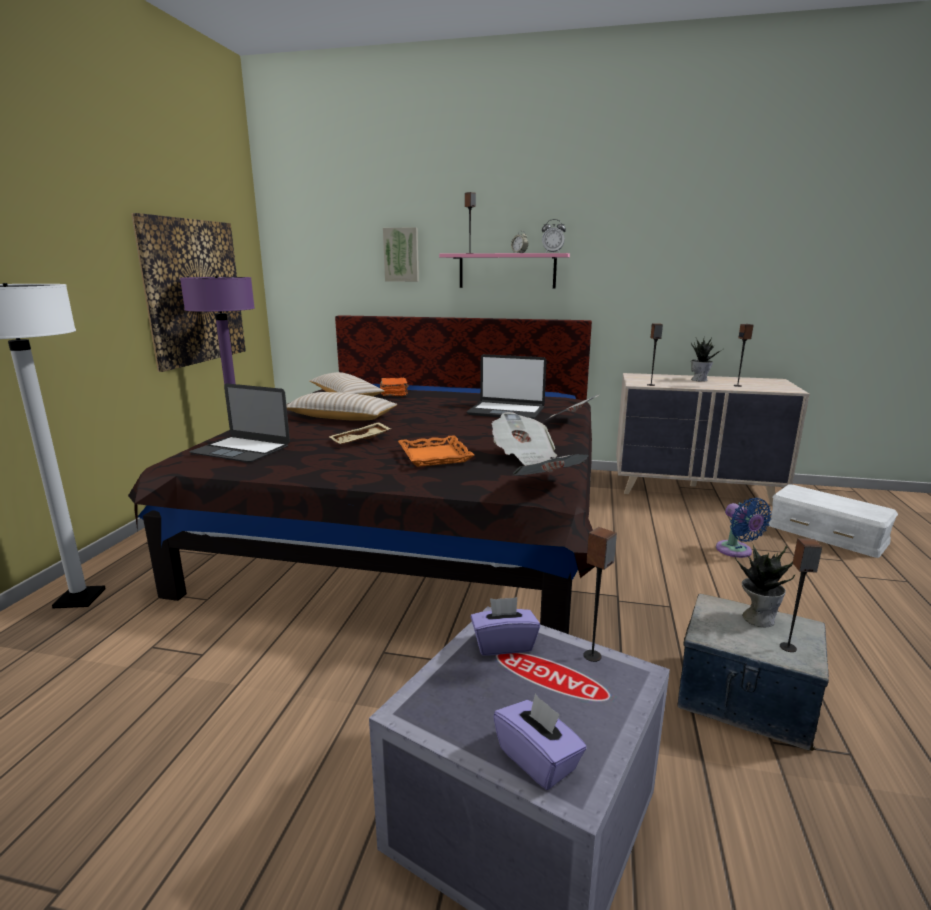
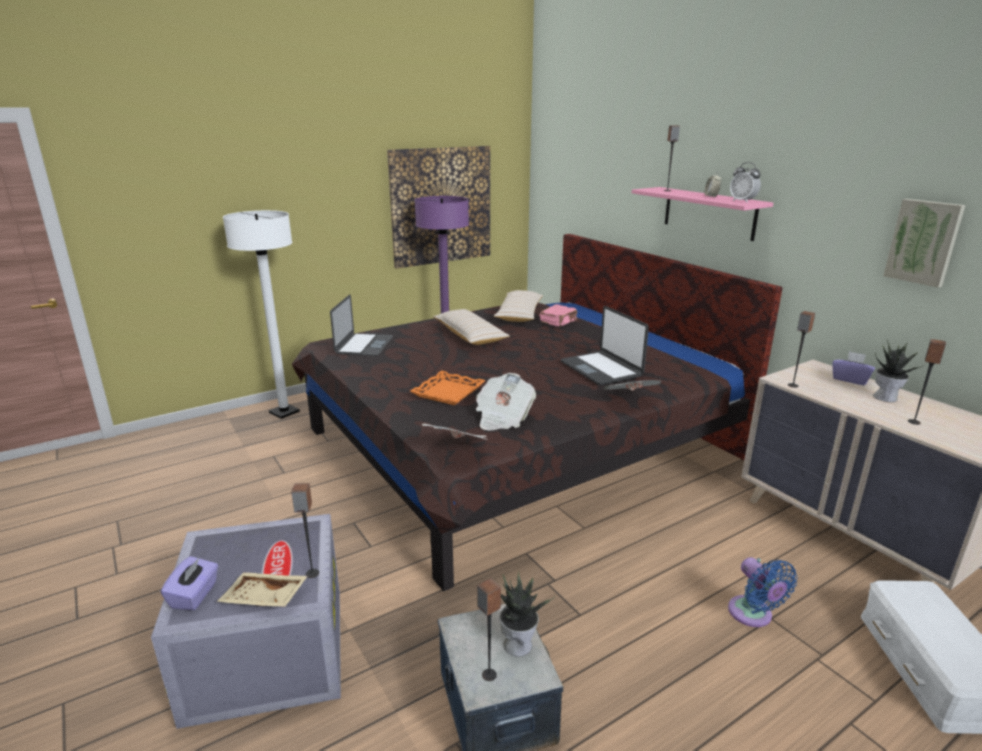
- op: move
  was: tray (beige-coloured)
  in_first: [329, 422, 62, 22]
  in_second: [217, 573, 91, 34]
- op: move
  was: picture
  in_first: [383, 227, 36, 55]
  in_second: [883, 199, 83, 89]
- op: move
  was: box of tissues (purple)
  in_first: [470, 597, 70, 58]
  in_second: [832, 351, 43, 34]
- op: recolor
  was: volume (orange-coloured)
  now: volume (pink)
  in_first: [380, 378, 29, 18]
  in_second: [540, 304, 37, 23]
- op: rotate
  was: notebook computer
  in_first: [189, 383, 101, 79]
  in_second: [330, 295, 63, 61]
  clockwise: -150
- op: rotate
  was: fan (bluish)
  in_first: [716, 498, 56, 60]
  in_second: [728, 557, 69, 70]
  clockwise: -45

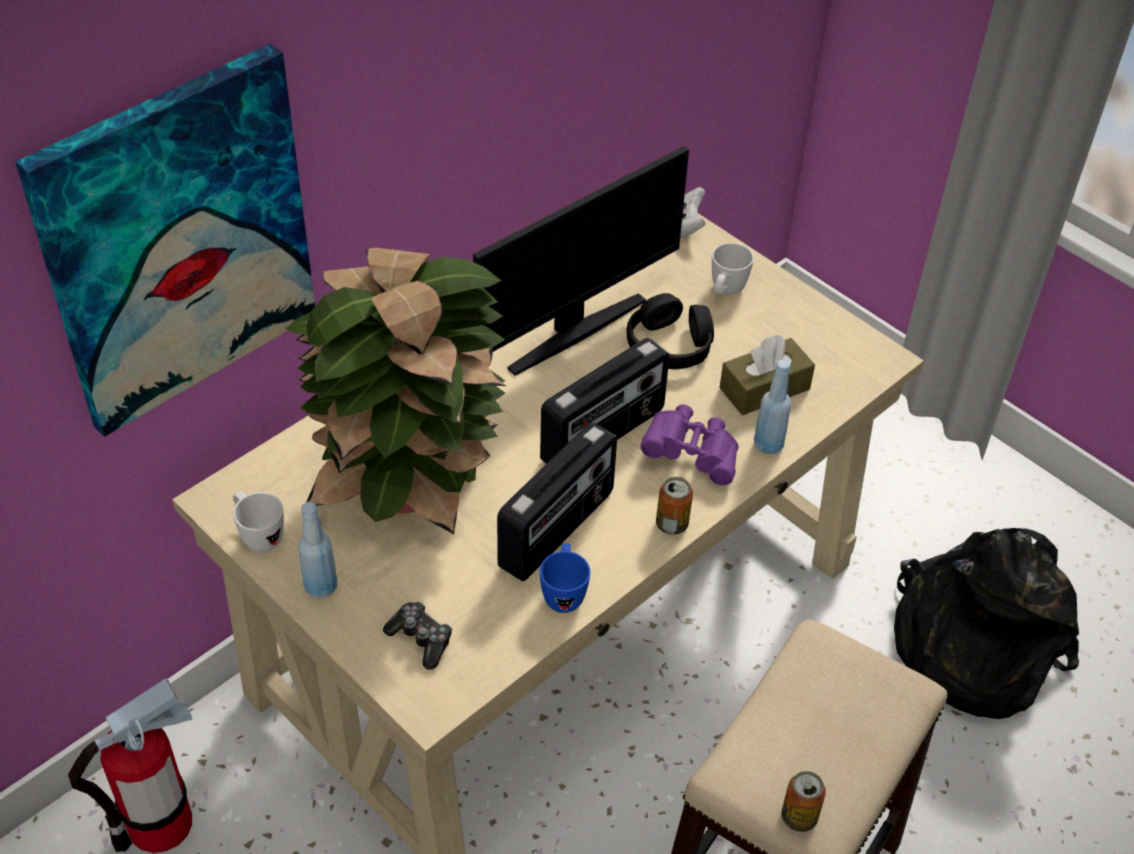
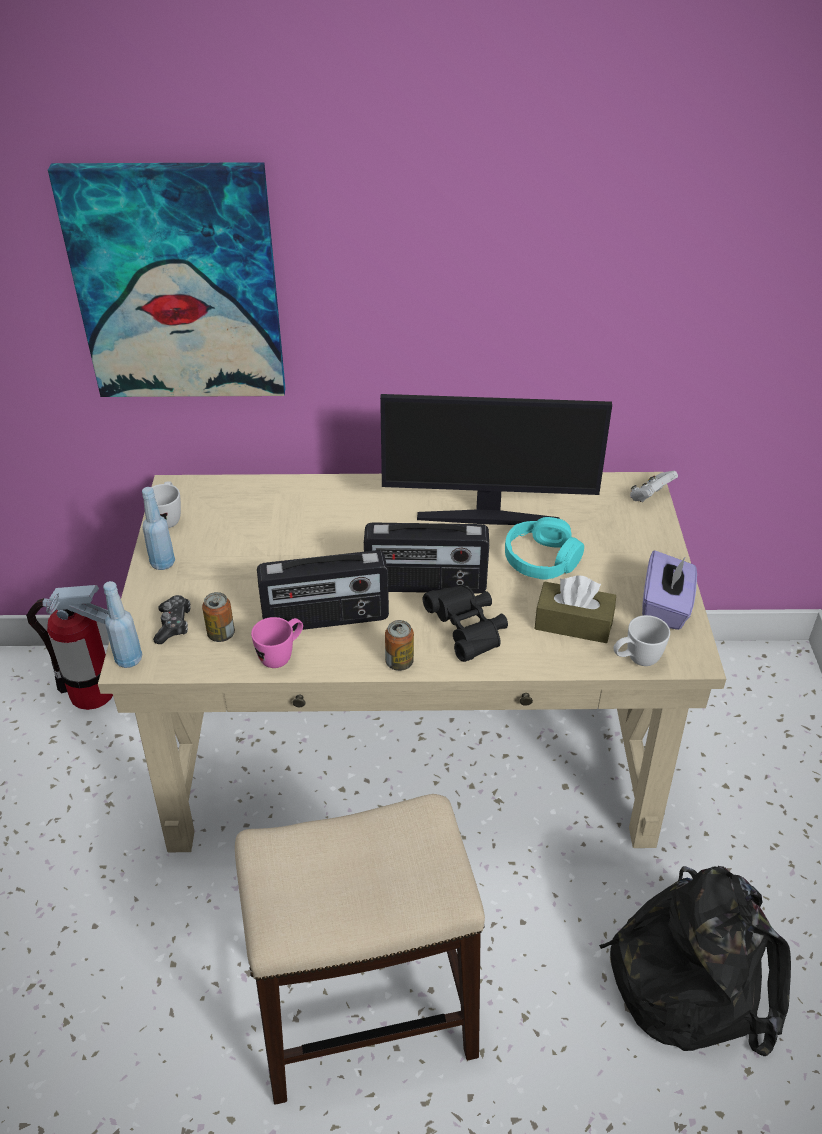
- op: delete
  was: potted plant
  in_first: [285, 247, 221, 287]
- op: insert
  now: box of tissues (purple)
  in_second: [642, 550, 55, 80]
- op: move
  was: tea mug (whitish)
  in_first: [712, 243, 42, 52]
  in_second: [613, 615, 57, 51]
- op: move
  was: bottle (bluish)
  in_first: [754, 360, 37, 94]
  in_second: [103, 581, 39, 87]
- op: move
  was: can
  in_first: [782, 771, 44, 61]
  in_second: [202, 592, 33, 50]
- op: recolor
  was: tea mug (bluish)
  now: tea mug (pink)
  in_first: [540, 543, 50, 70]
  in_second: [251, 617, 52, 51]
- op: recolor
  was: headphones (black-coloured)
  now: headphones (turquoise)
  in_first: [627, 293, 87, 76]
  in_second: [505, 517, 79, 63]
- op: recolor
  was: field glasses (purple)
  now: field glasses (black-coloured)
  in_first: [640, 404, 99, 82]
  in_second: [423, 585, 85, 77]

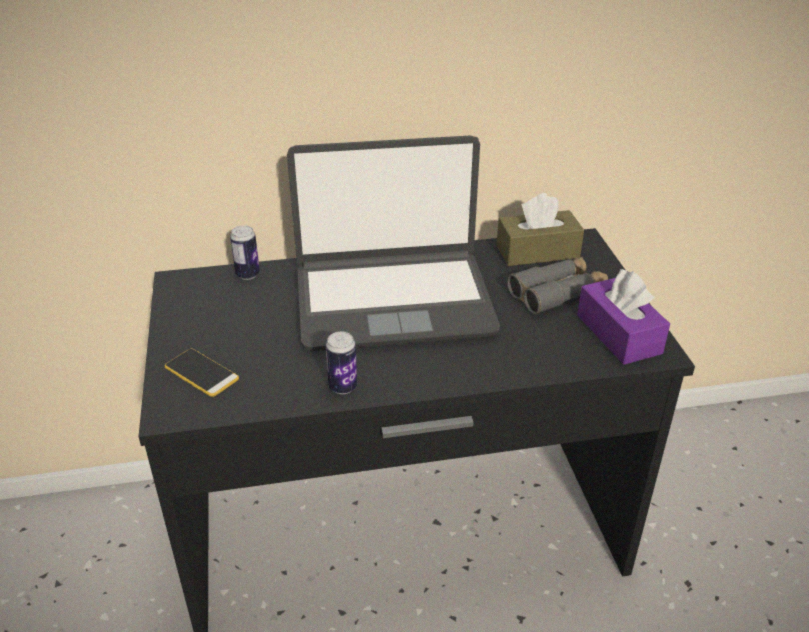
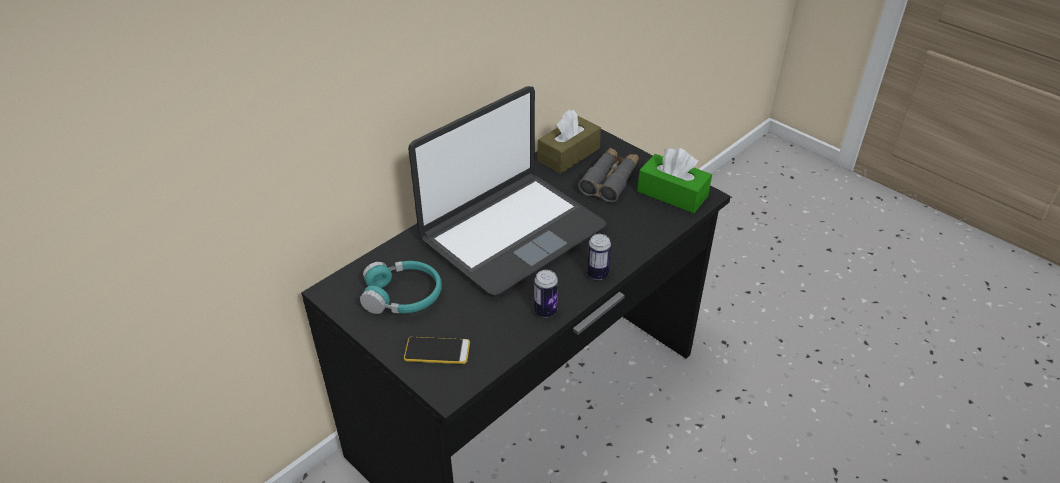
- op: insert
  now: headphones (turquoise)
  in_second: [360, 261, 82, 53]
- op: move
  was: can
  in_first: [230, 225, 30, 55]
  in_second: [587, 234, 24, 46]
- op: recolor
  was: box of tissues (purple)
  now: box of tissues (green)
  in_first: [577, 269, 93, 96]
  in_second: [637, 148, 75, 65]

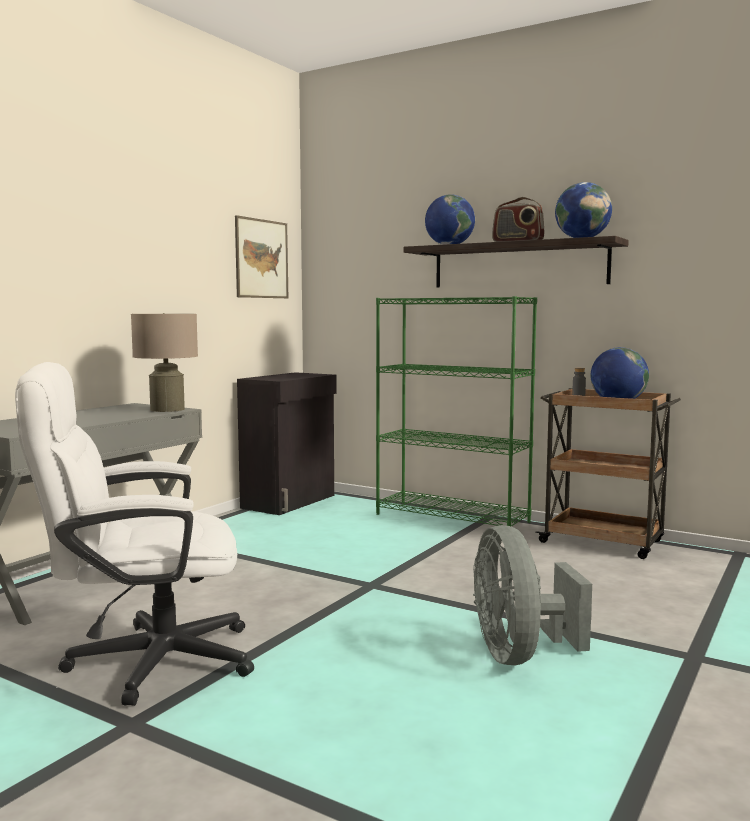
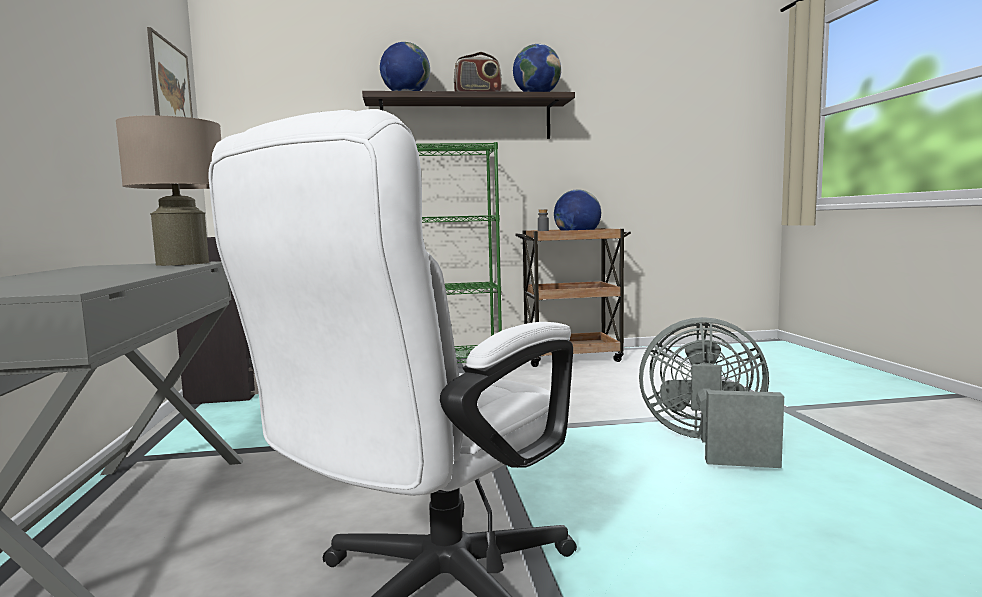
- op: rotate
  was: fan (gray)
  in_first: [473, 525, 119, 140]
  in_second: [639, 317, 145, 151]
  clockwise: 150

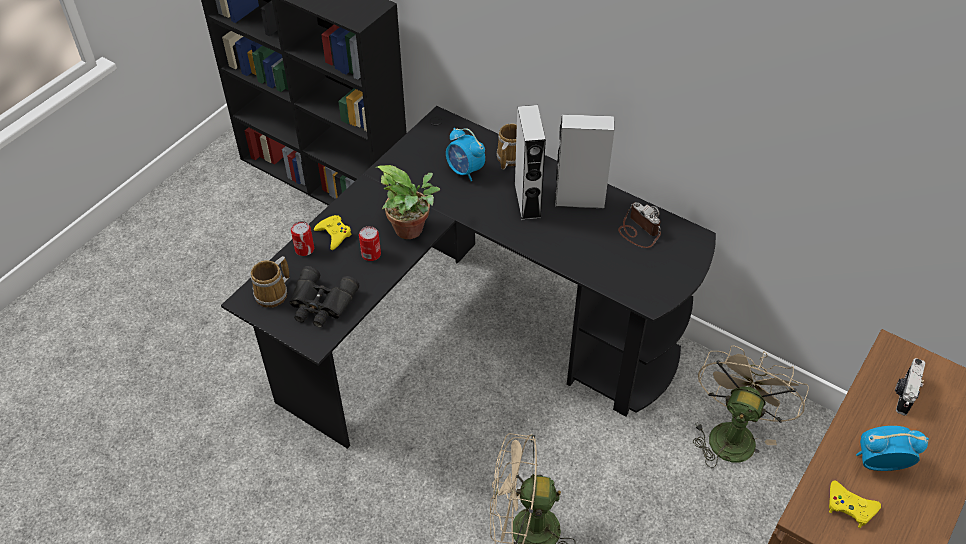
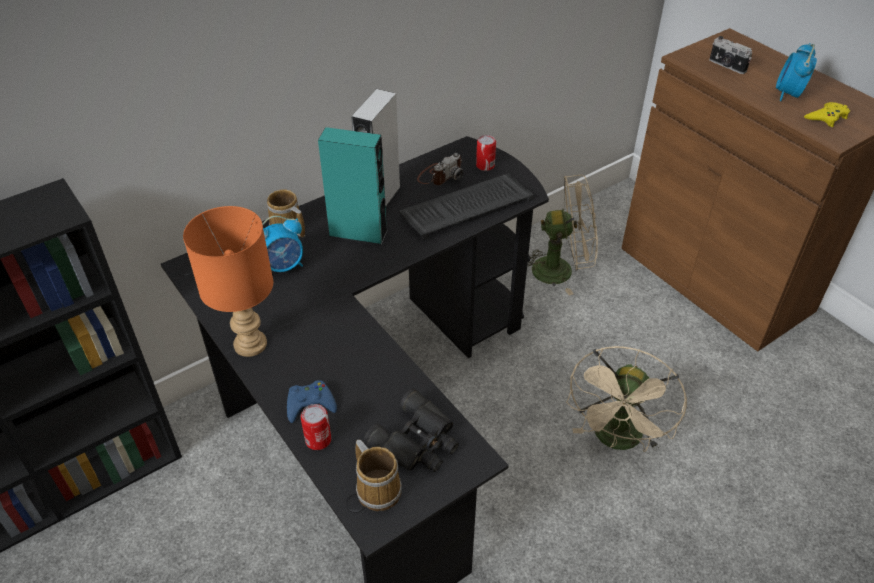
- op: delete
  was: potted plant
  in_first: [376, 165, 64, 74]
- op: insert
  now: lamp for a table (orange-coloured)
  in_second: [183, 206, 90, 151]
- op: insert
  now: PC keyboard
  in_second: [399, 173, 135, 67]
- op: move
  was: can
  in_first: [359, 226, 22, 35]
  in_second: [476, 135, 20, 36]
- op: recolor
  was: gamepad (yellow-coloured)
  now: gamepad (bluish)
  in_first: [314, 215, 38, 35]
  in_second: [287, 380, 50, 43]
- op: recolor
  was: audio speaker (gray)
  now: audio speaker (turquoise)
  in_first: [514, 105, 32, 115]
  in_second: [318, 127, 70, 118]
- op: rotate
  was: photo camera
  in_first: [618, 202, 43, 46]
  in_second: [417, 153, 47, 32]
  clockwise: 150
- op: rotate
  was: fan (beige-coloured)
  in_first: [693, 345, 116, 123]
  in_second: [528, 175, 70, 121]
  clockwise: 135

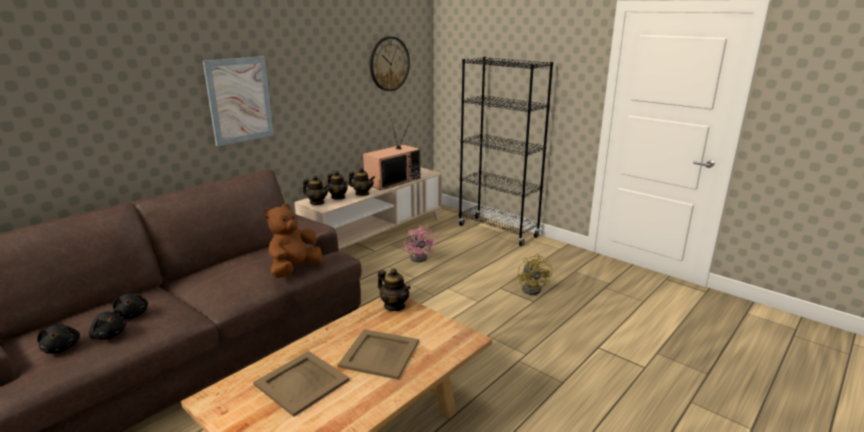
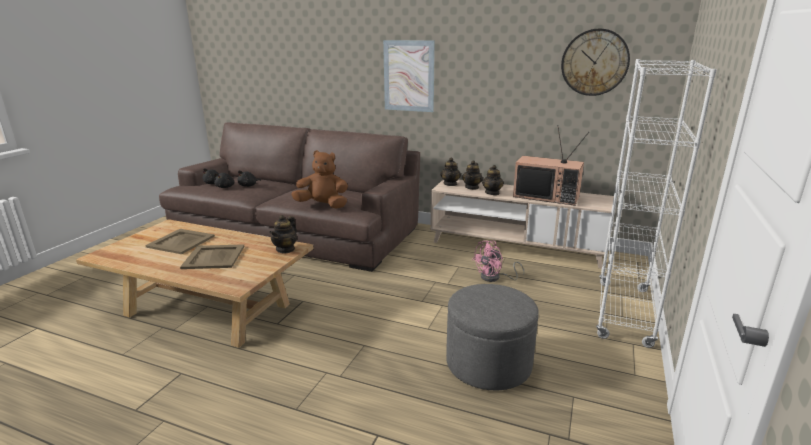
- op: replace
  was: fan (yellow-coloured)
  now: footrest (gray)
  in_first: [517, 253, 35, 42]
  in_second: [446, 284, 93, 107]
- op: recolor
  was: bookshelf (black-coloured)
  now: bookshelf (whitish)
  in_first: [458, 57, 95, 189]
  in_second: [596, 59, 121, 289]

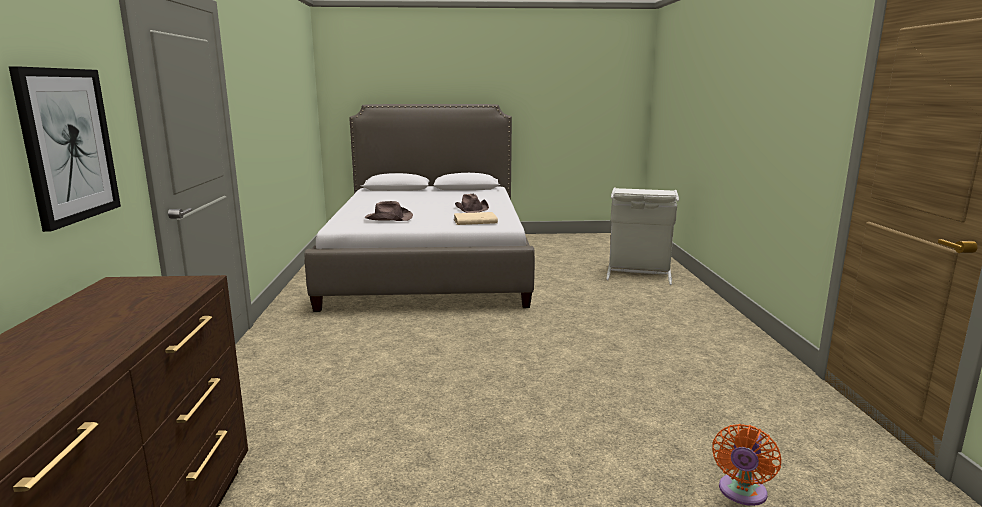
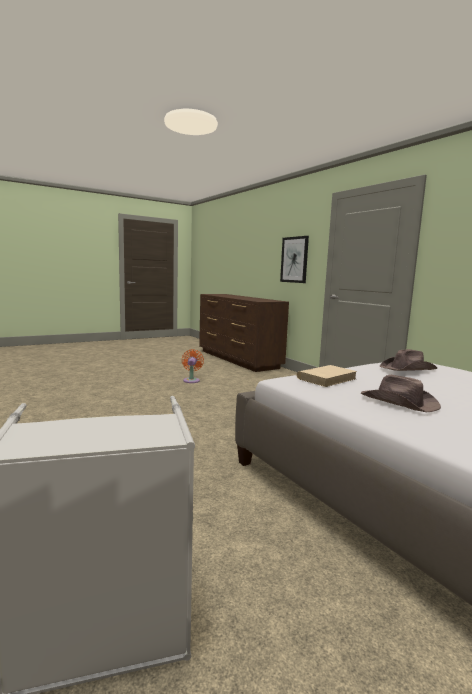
- op: move
  was: fan (orange-coloured)
  in_first: [712, 424, 69, 82]
  in_second: [182, 349, 22, 34]

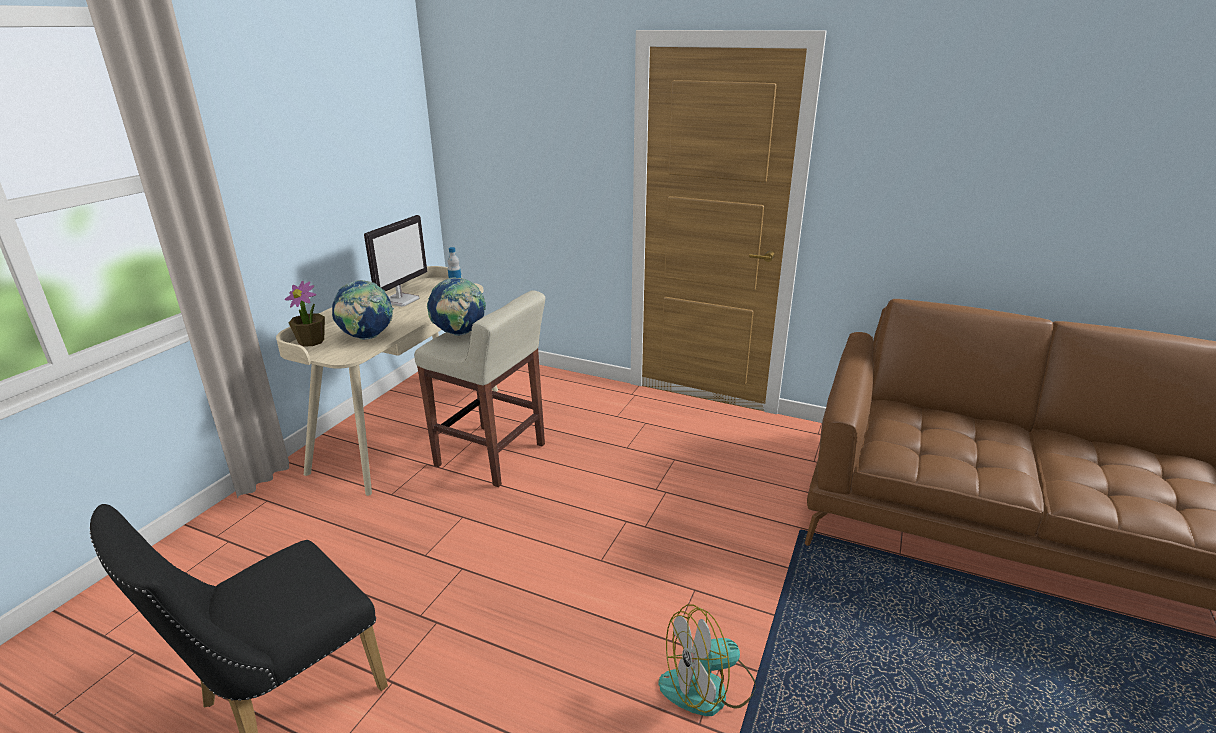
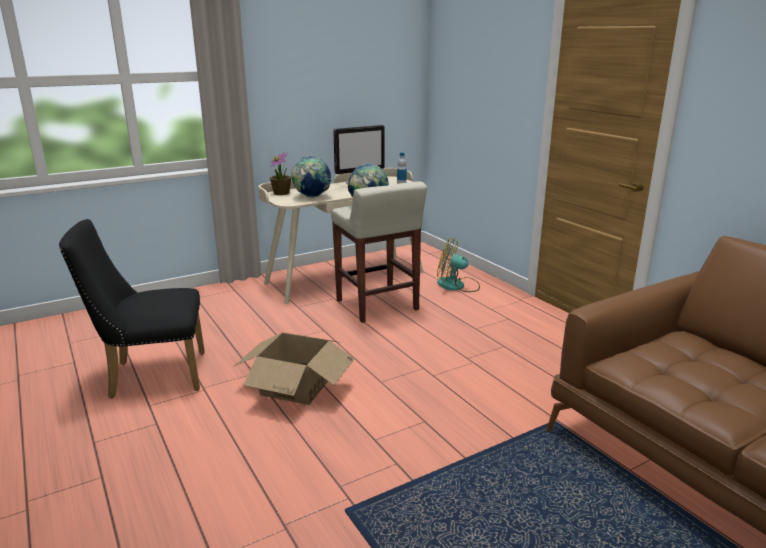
- op: insert
  now: cardboard box
  in_second: [234, 332, 121, 73]
- op: move
  was: fan
  in_first: [658, 604, 98, 112]
  in_second: [437, 238, 43, 54]

